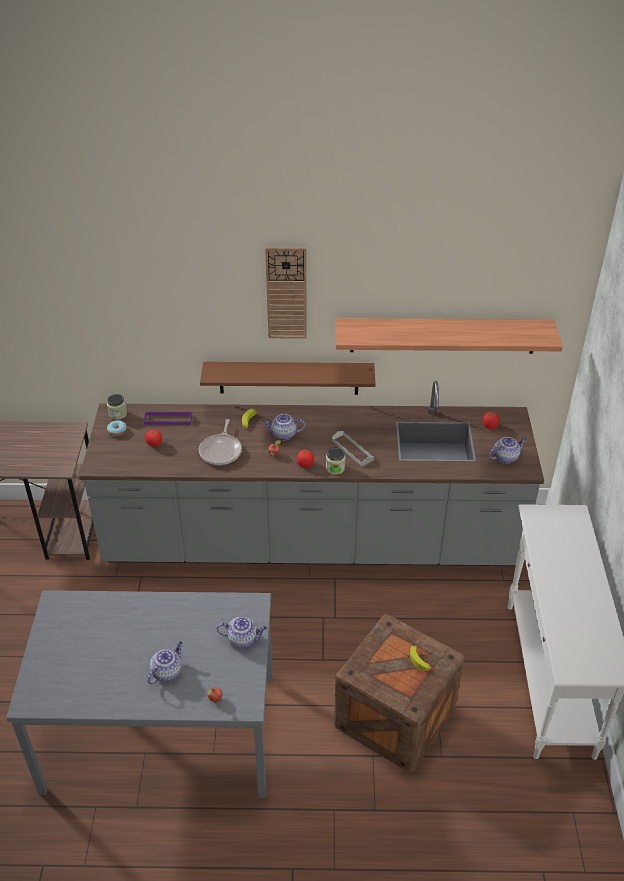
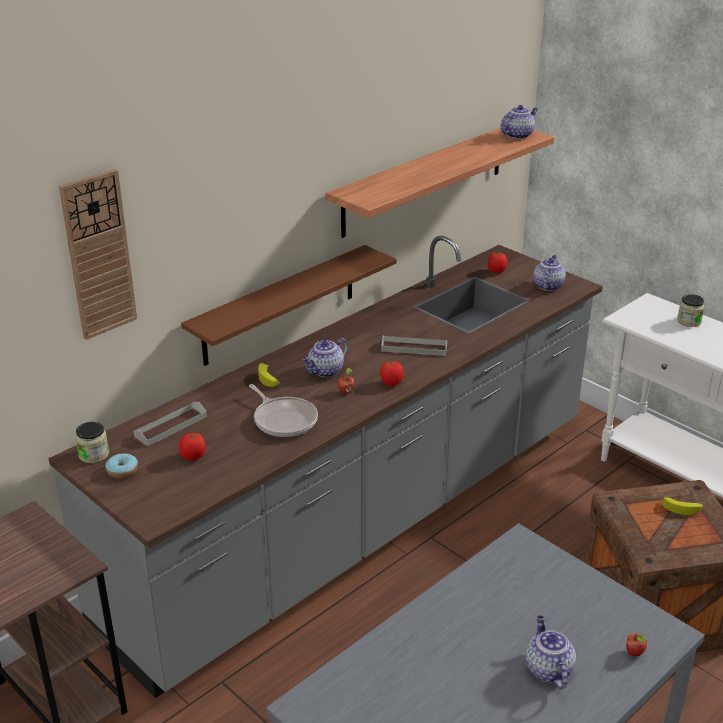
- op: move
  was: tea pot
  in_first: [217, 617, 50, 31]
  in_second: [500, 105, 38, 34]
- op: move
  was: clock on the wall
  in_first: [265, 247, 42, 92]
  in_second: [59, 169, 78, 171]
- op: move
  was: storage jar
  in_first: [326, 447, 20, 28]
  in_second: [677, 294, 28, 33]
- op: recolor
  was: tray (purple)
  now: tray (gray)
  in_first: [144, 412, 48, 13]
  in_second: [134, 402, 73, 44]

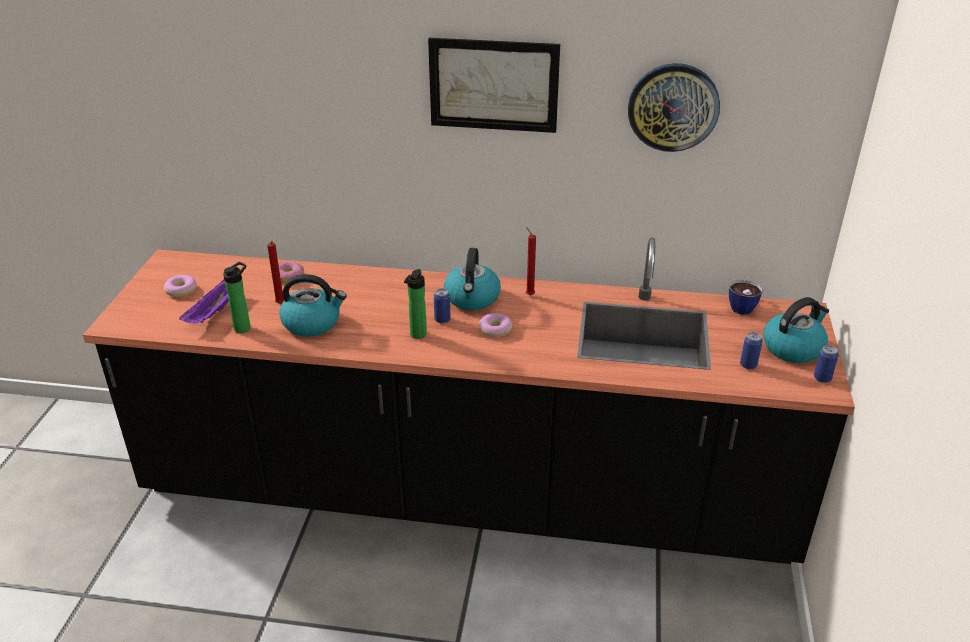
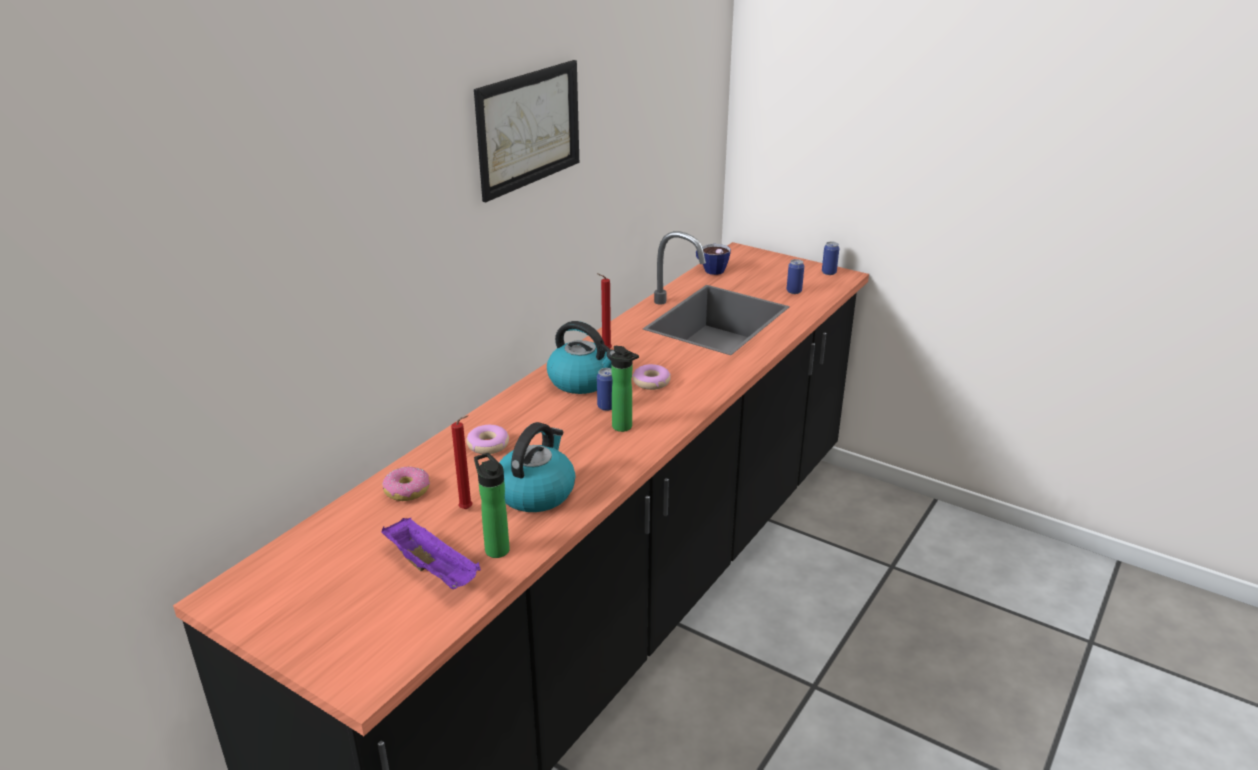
- op: delete
  was: clock on the wall
  in_first: [628, 63, 92, 89]
- op: delete
  was: tea kettle
  in_first: [763, 297, 66, 66]
- op: move
  was: donut
  in_first: [164, 275, 33, 22]
  in_second: [466, 425, 43, 29]

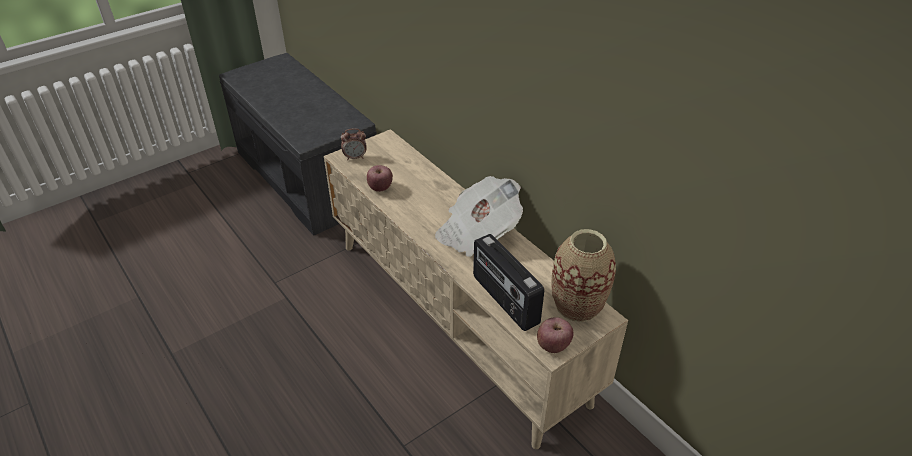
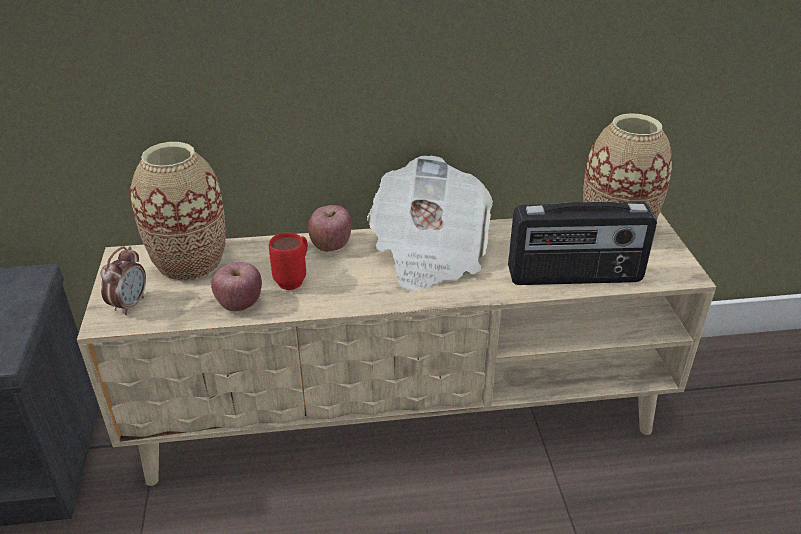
- op: insert
  now: vase
  in_second: [130, 142, 96, 140]
- op: insert
  now: tea mug (red)
  in_second: [269, 232, 39, 58]
- op: move
  was: apple
  in_first: [537, 317, 37, 36]
  in_second: [308, 205, 43, 47]

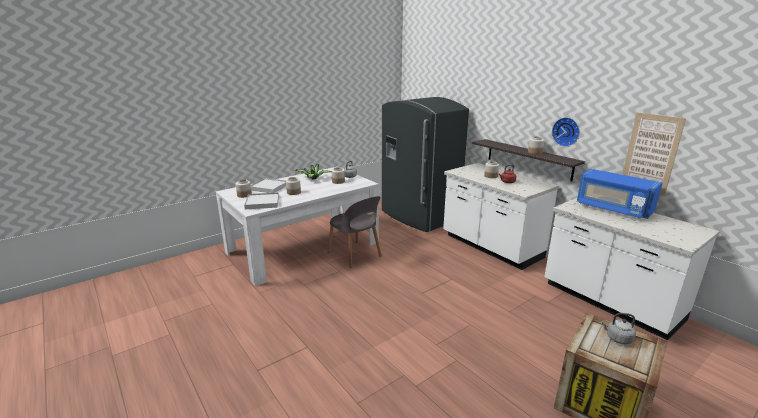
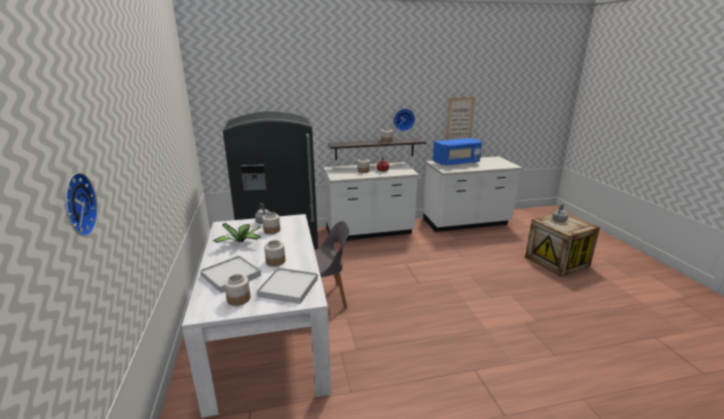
- op: insert
  now: clock on the wall
  in_second: [65, 172, 33, 65]

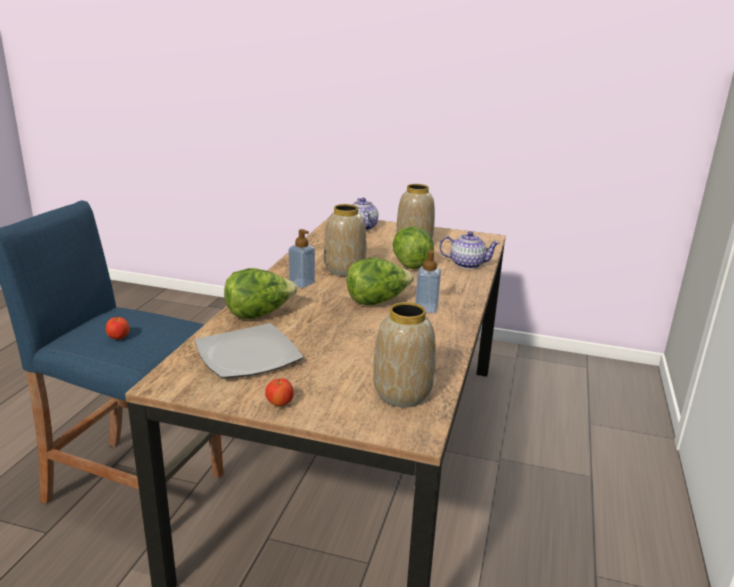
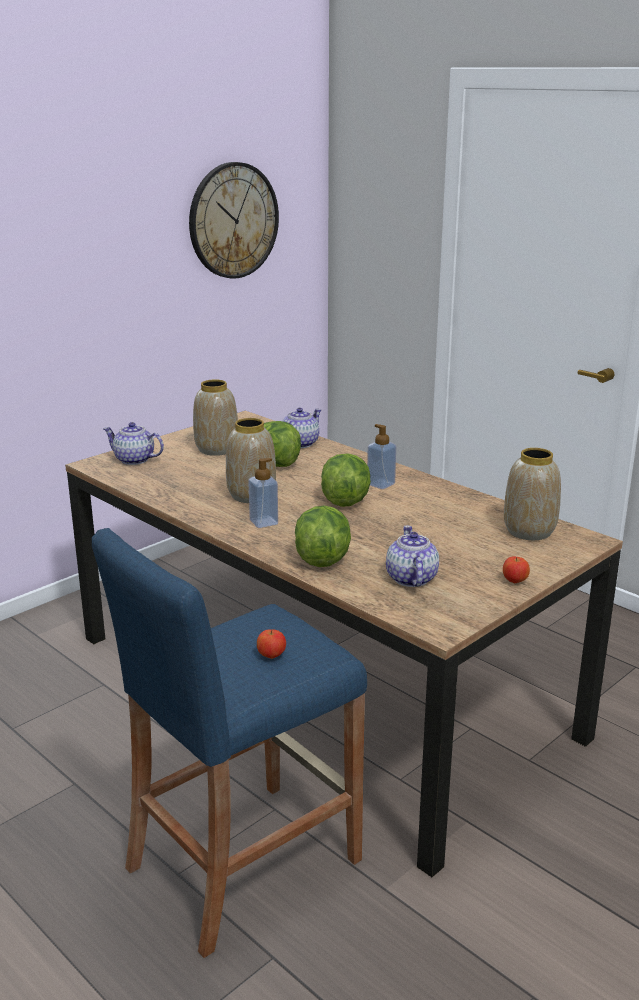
- op: insert
  now: clock on the wall
  in_second: [189, 162, 90, 117]
- op: replace
  was: plate
  now: tea pot
  in_first: [195, 323, 108, 55]
  in_second: [386, 525, 53, 62]

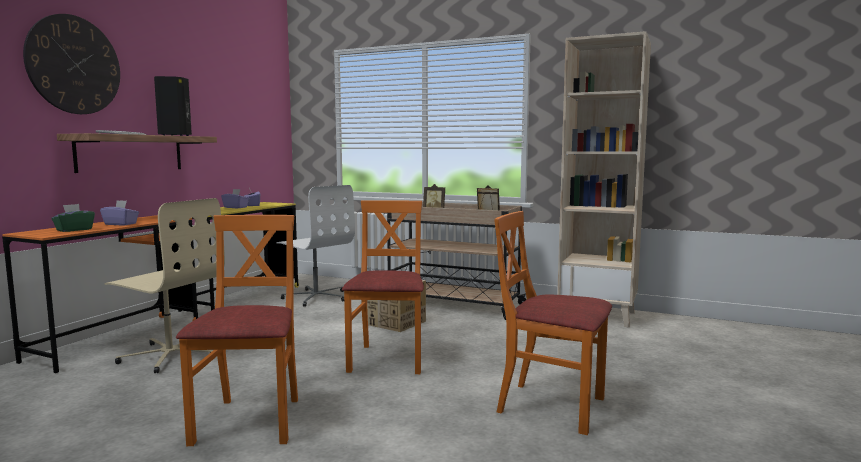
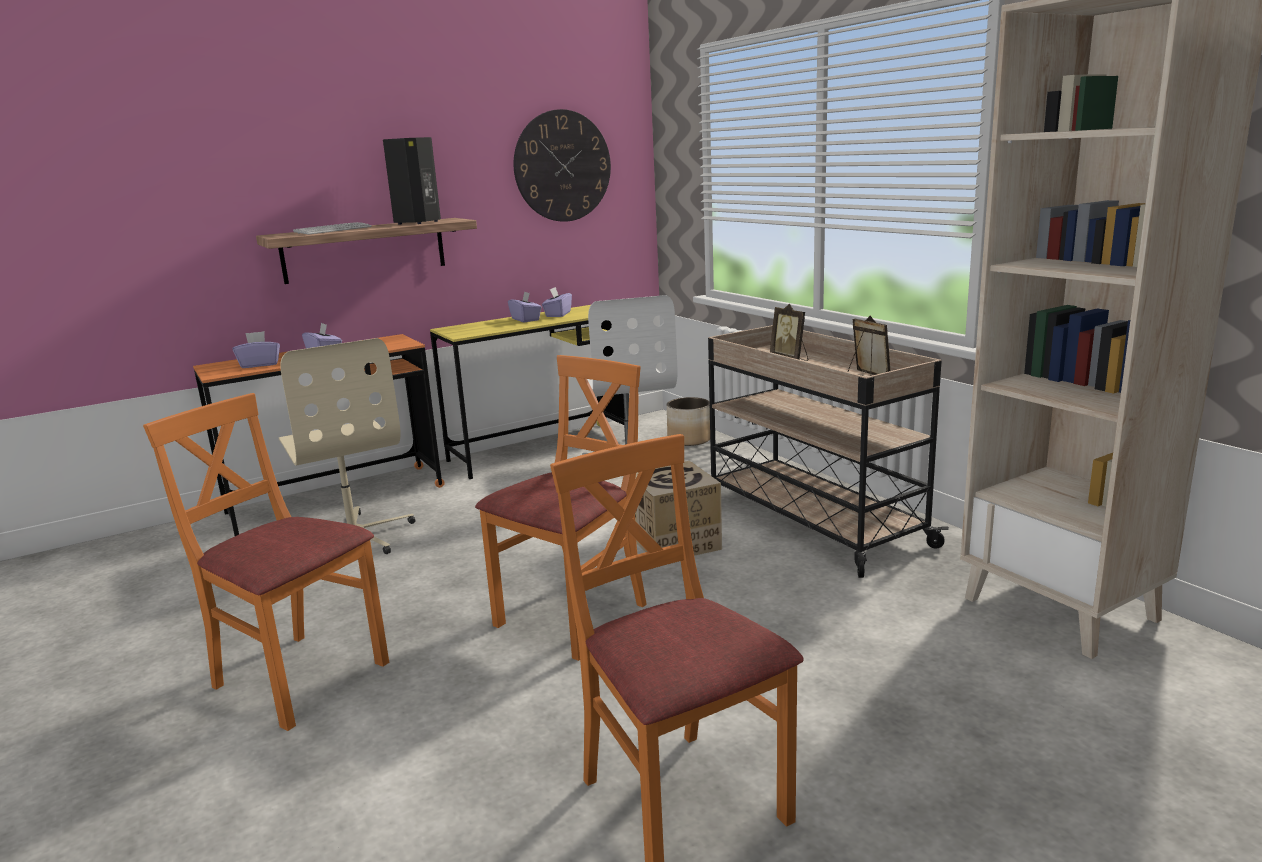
- op: insert
  now: planter
  in_second: [667, 397, 43, 49]
- op: move
  was: clock on the wall
  in_first: [23, 14, 97, 100]
  in_second: [514, 109, 97, 113]
- op: recolor
  was: box of tissues (green)
  now: box of tissues (purple)
  in_first: [51, 204, 44, 28]
  in_second: [233, 331, 47, 37]
- op: rotate
  was: chair (orange-coloured)
  in_first: [176, 215, 122, 231]
  in_second: [143, 393, 246, 338]
  clockwise: -90

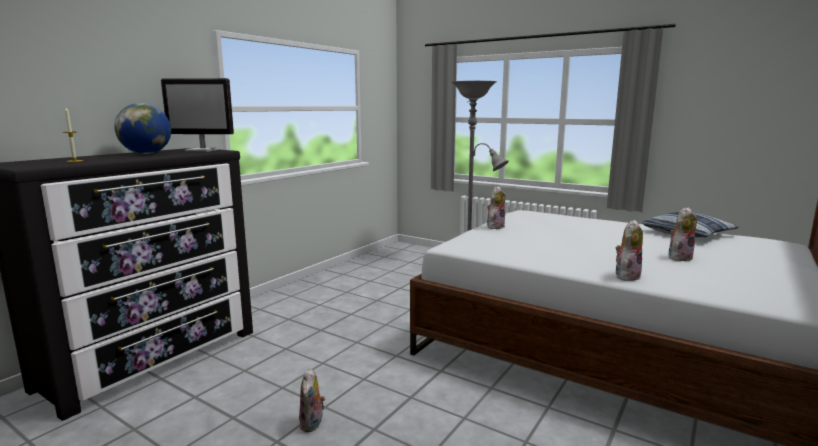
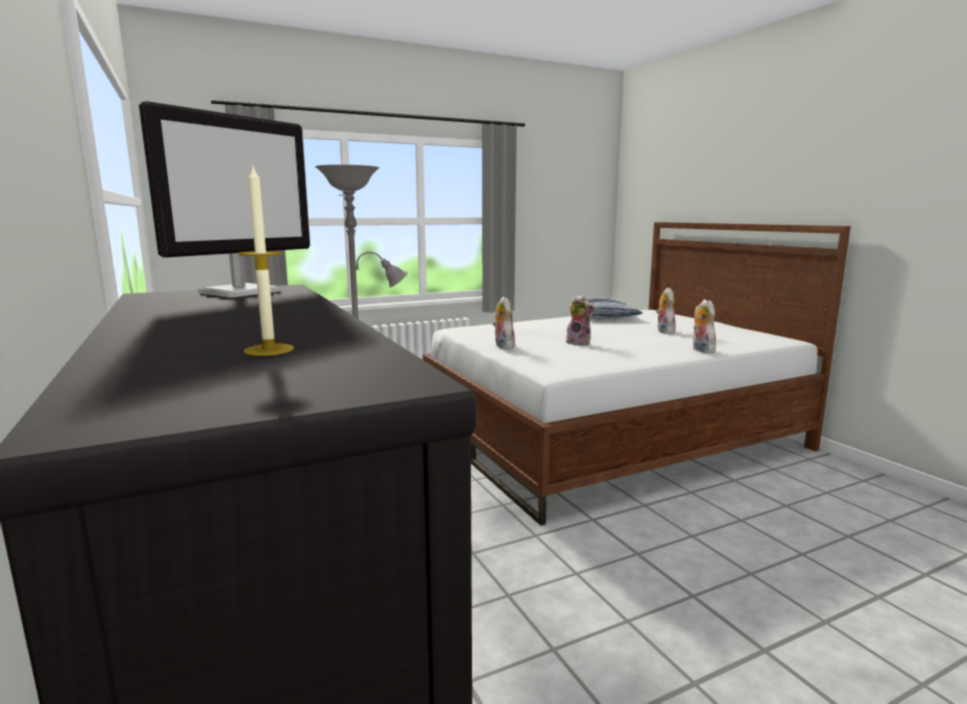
- op: delete
  was: globe
  in_first: [114, 103, 57, 51]
- op: move
  was: cuddly toy
  in_first: [299, 368, 26, 64]
  in_second: [566, 295, 30, 51]

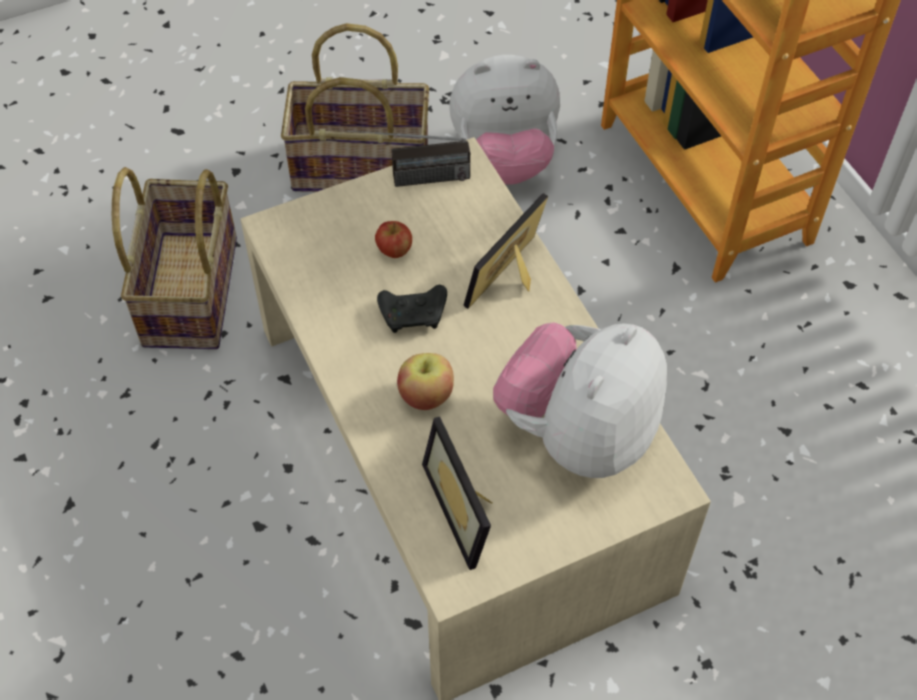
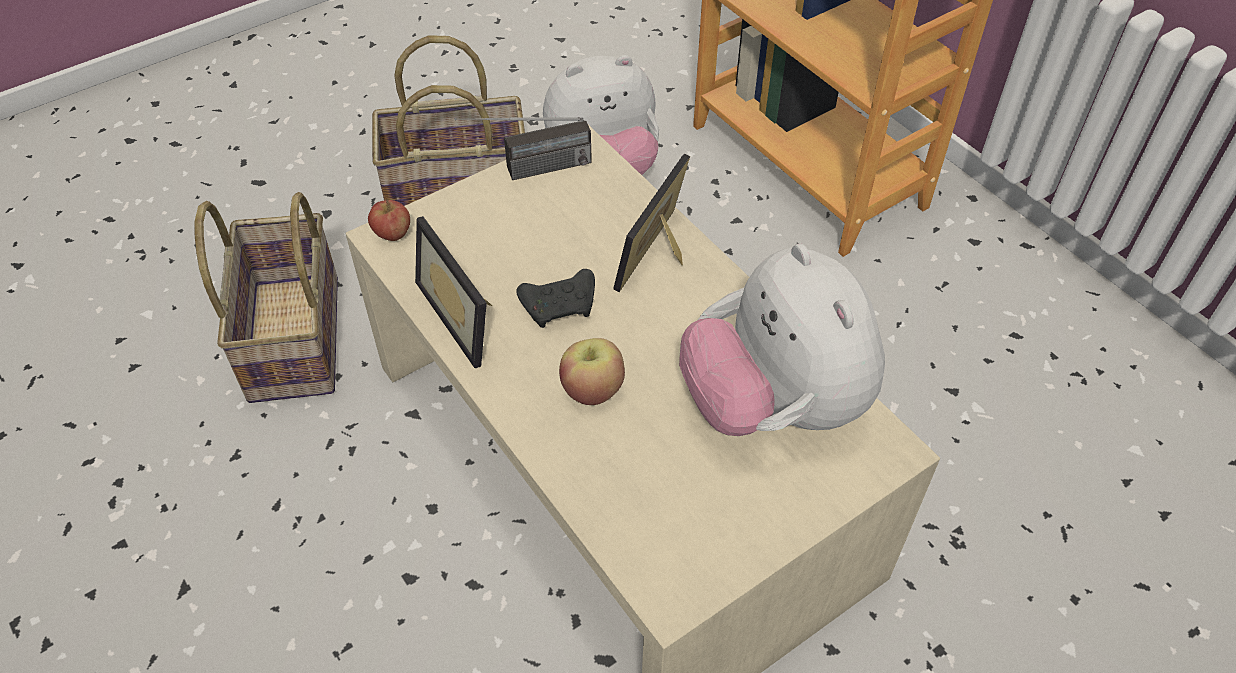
- op: move
  was: apple
  in_first: [375, 221, 37, 37]
  in_second: [368, 200, 42, 41]
- op: move
  was: standing frame
  in_first: [422, 416, 70, 154]
  in_second: [415, 216, 77, 152]
- op: rotate
  was: cuddly toy
  in_first: [493, 322, 174, 156]
  in_second: [679, 243, 206, 193]
  clockwise: -45

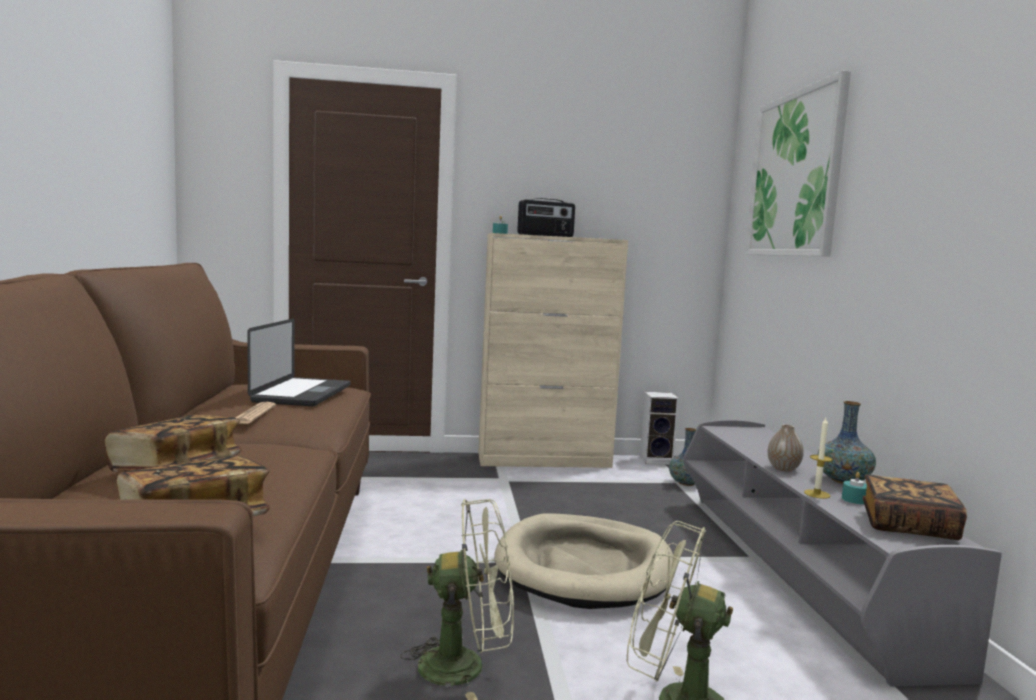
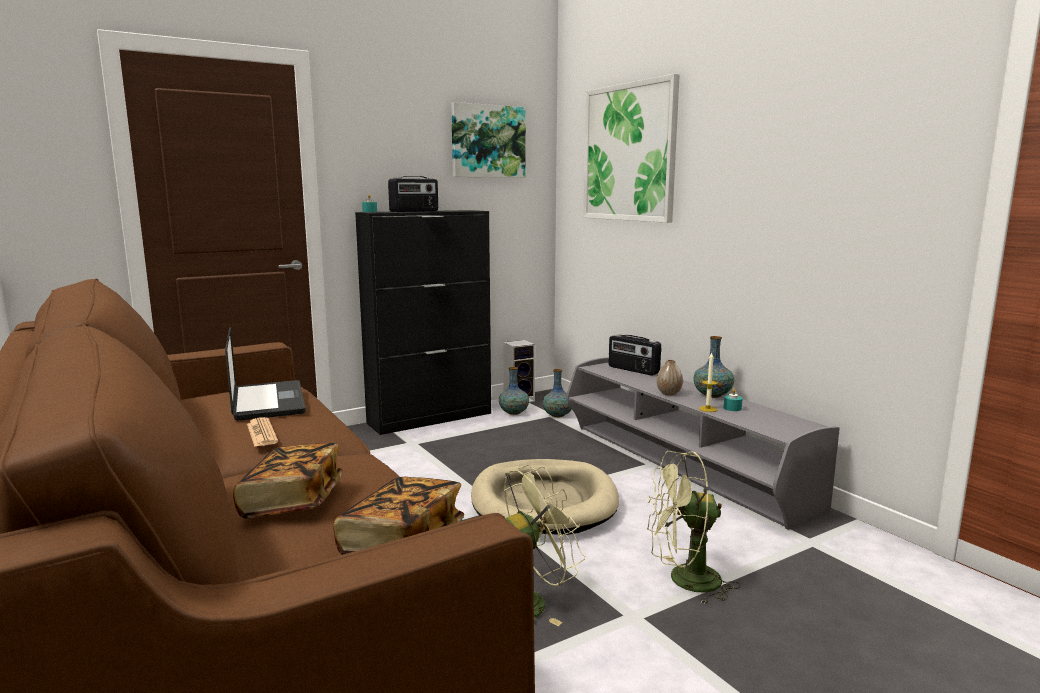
- op: delete
  was: volume
  in_first: [862, 474, 105, 66]
- op: insert
  now: picture
  in_second: [451, 102, 75, 76]
- op: insert
  now: vase
  in_second: [499, 367, 30, 48]
- op: insert
  now: radio receiver
  in_second: [609, 334, 52, 42]
- op: recolor
  was: cabinet (beige-coloured)
  now: cabinet (black-coloured)
  in_first: [478, 233, 150, 235]
  in_second: [355, 210, 136, 225]

